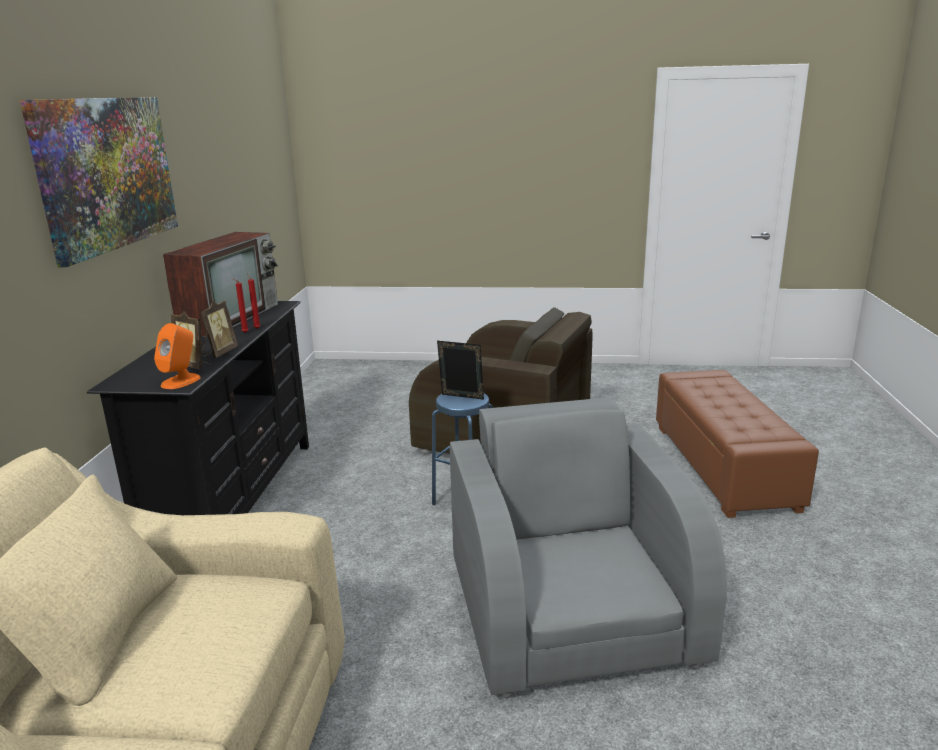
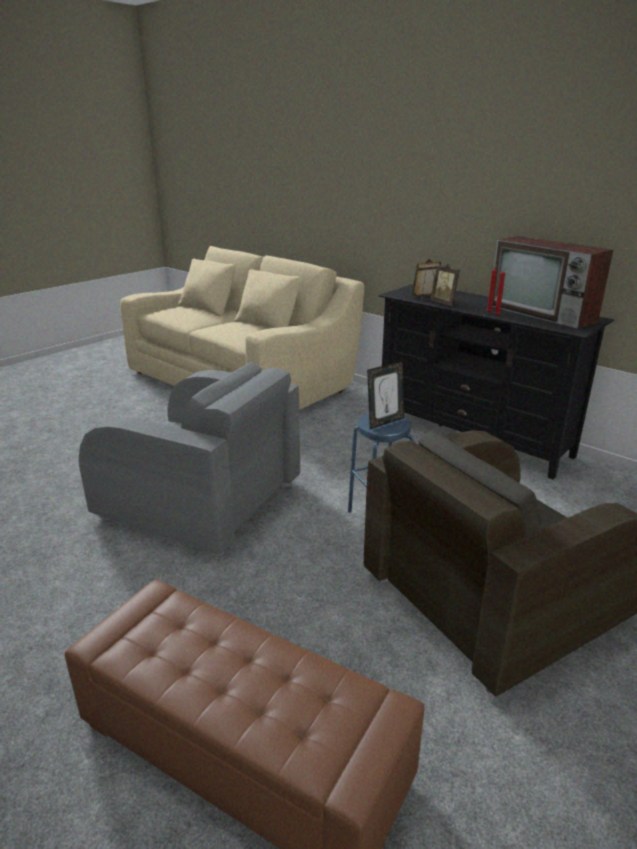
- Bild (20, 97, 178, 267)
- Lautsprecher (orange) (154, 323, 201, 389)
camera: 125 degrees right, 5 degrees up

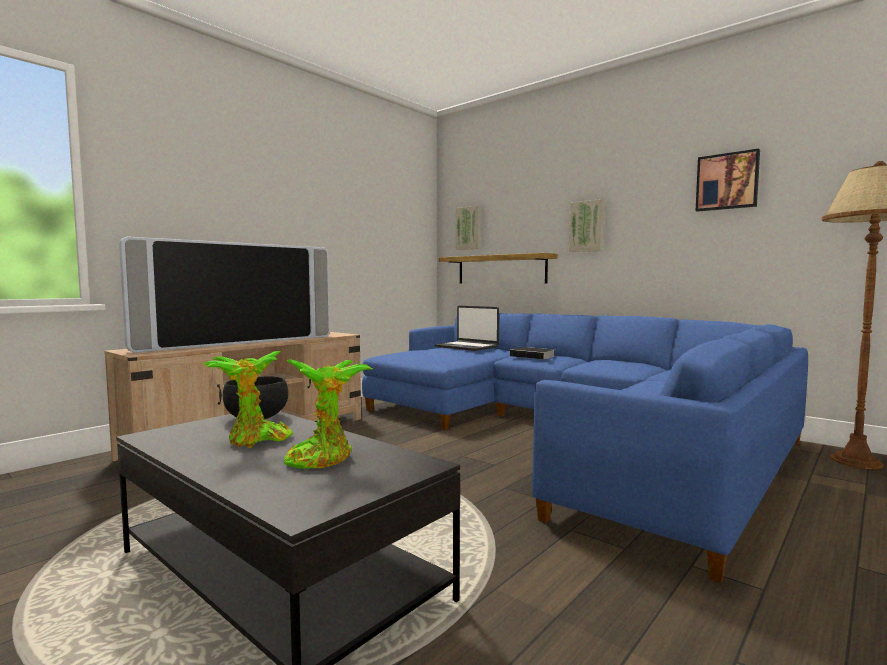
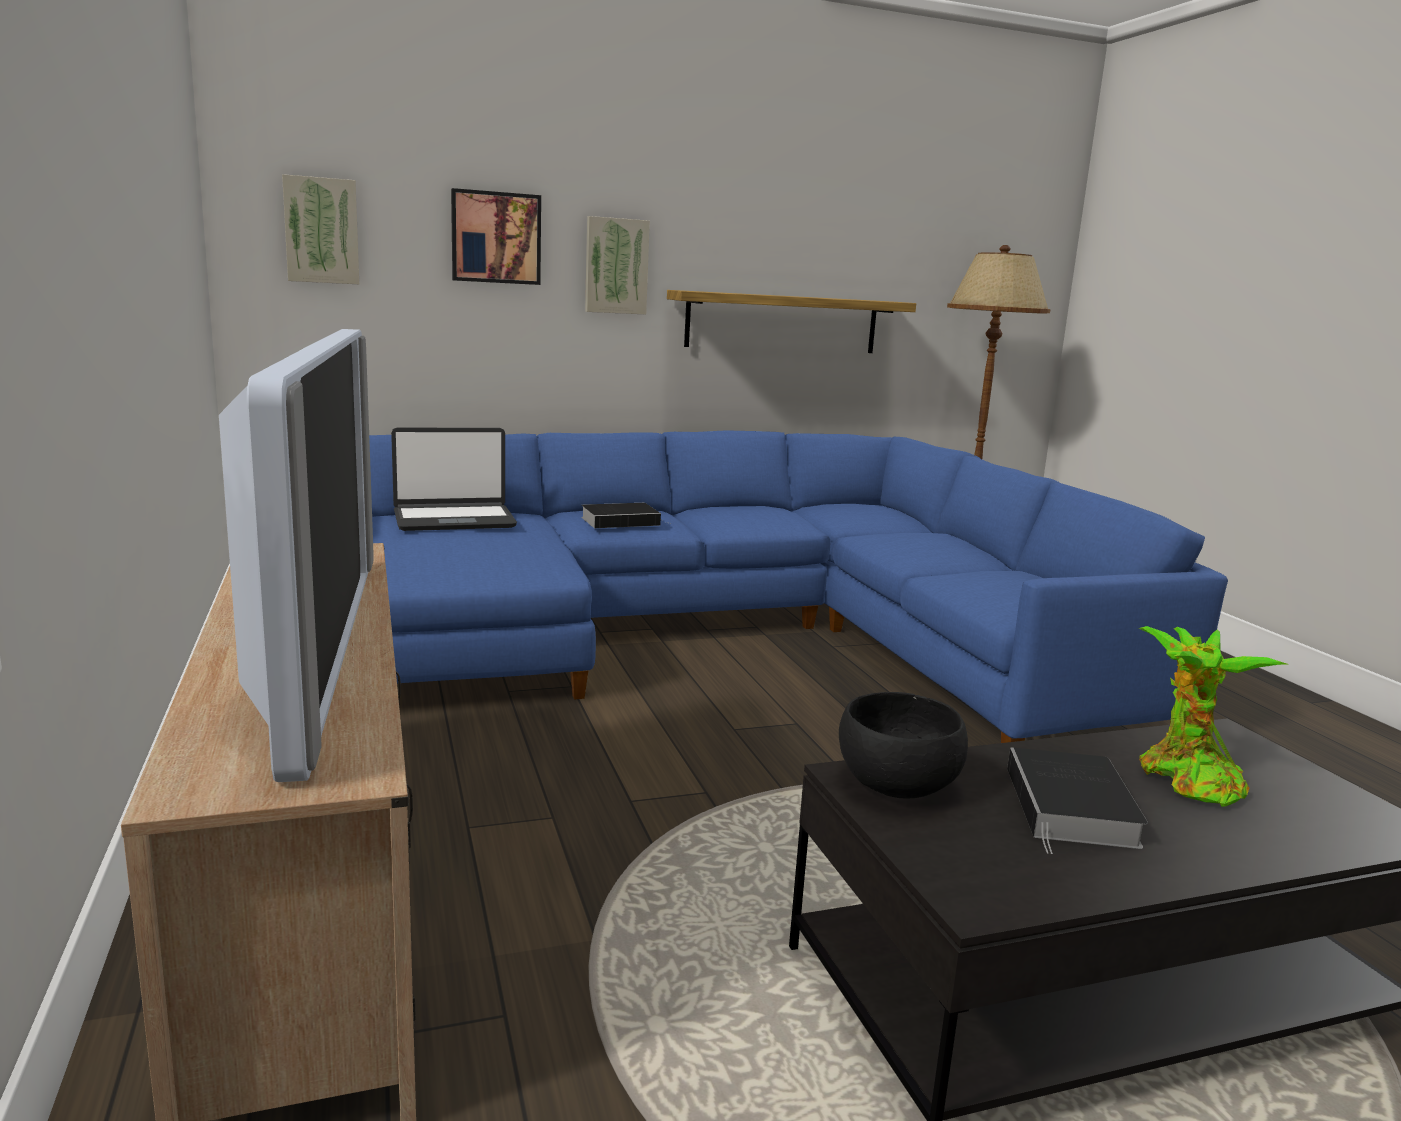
~ Topfpflanze (202, 351, 293, 448) to Buch (1007, 748, 1148, 854)
~ Wandregal (439, 253, 558, 283) to (667, 290, 916, 353)
~ Bild (696, 149, 760, 212) to (451, 188, 541, 285)
camera: 60 degrees left, 10 degrees up

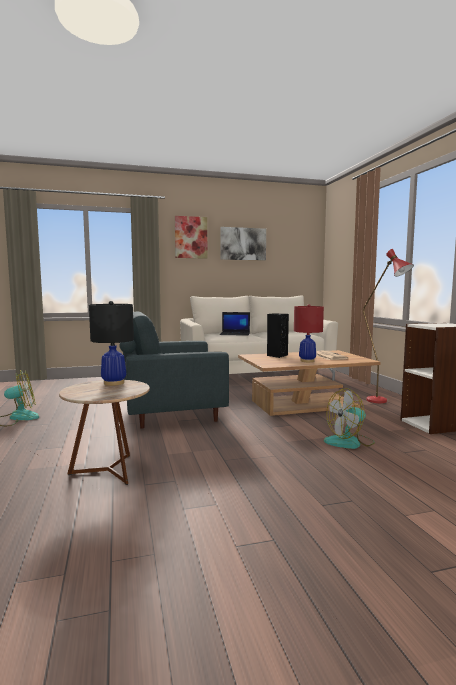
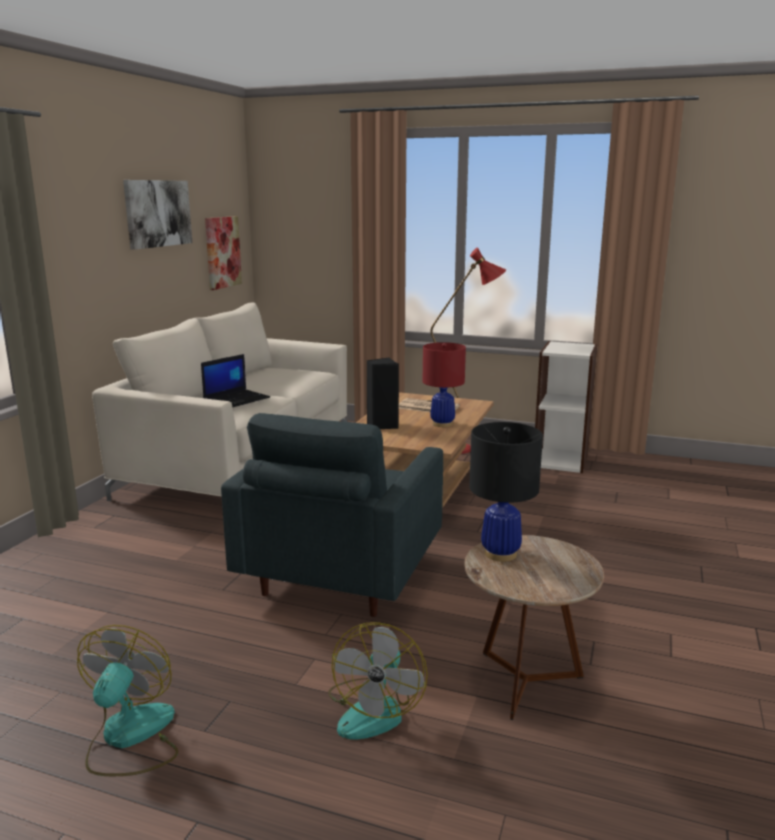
~ Bild (175, 216, 207, 259) to (205, 216, 242, 290)
~ Ventilator (324, 388, 375, 449) to (328, 622, 428, 740)
camera: 55 degrees left, 10 degrees up

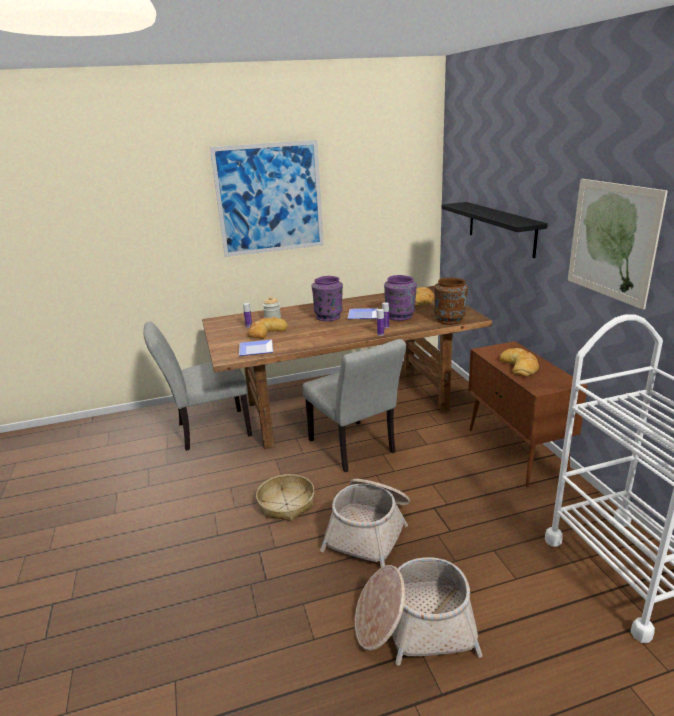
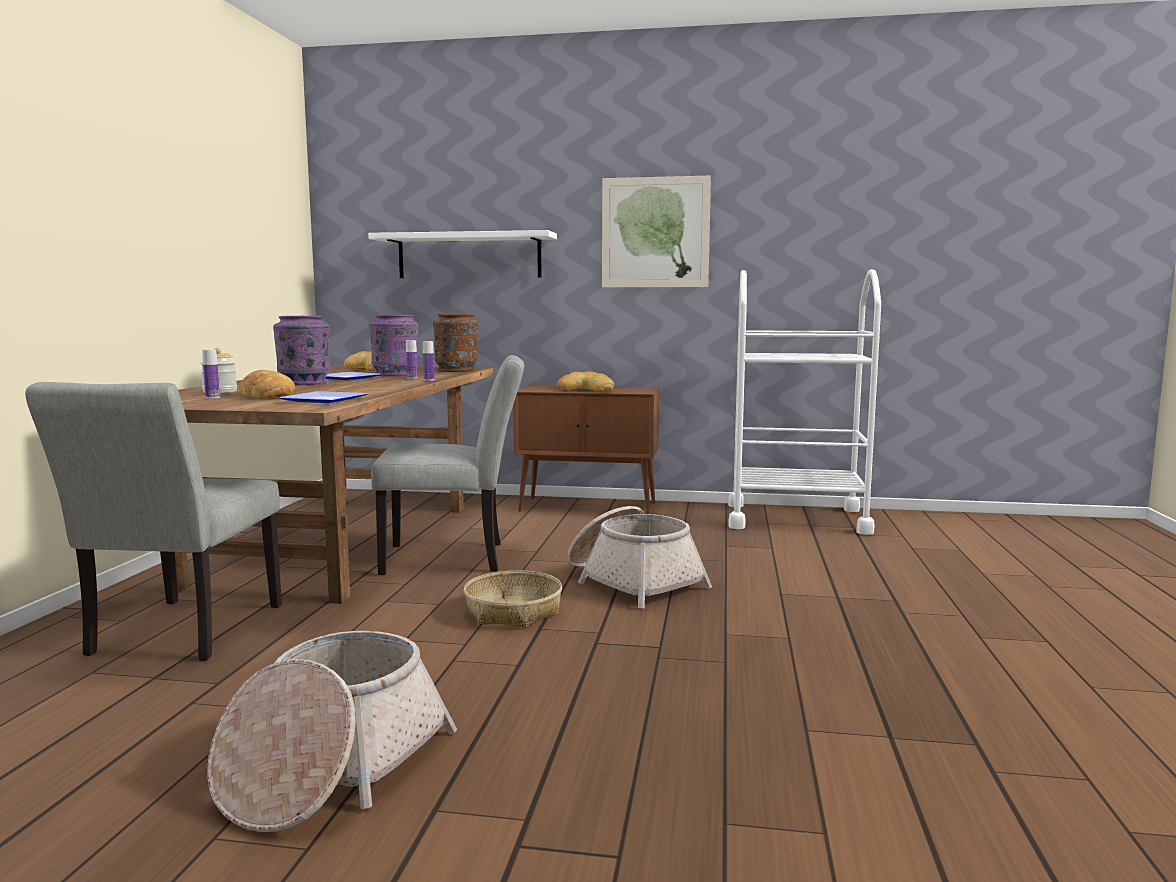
- Bild (210, 140, 324, 257)
~ Korb (355, 557, 483, 666) to (207, 631, 457, 832)
~ Wandregal (schwarz) (441, 202, 548, 258) to Wandregal (weiß) (368, 230, 557, 278)
camera: 65 degrees left, 15 degrees down

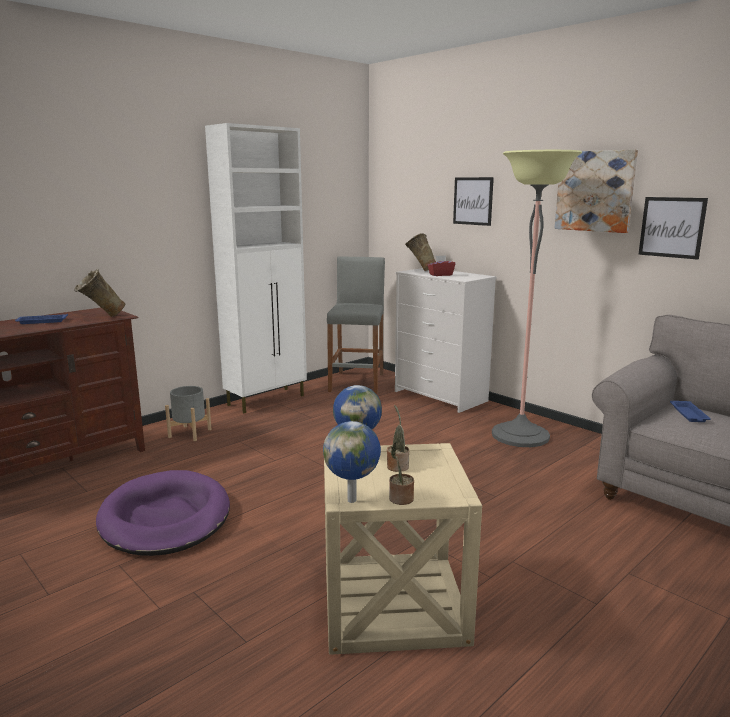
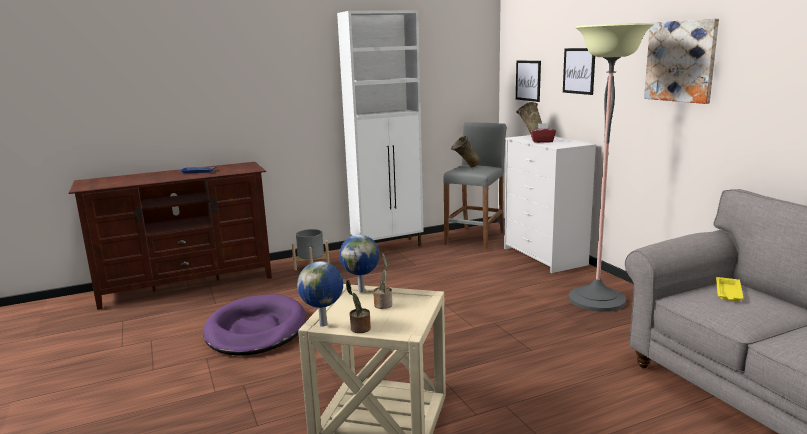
~ Vase (beige) (74, 269, 125, 317) to (451, 136, 481, 167)
~ Bild (638, 197, 708, 260) to (516, 60, 541, 102)
~ Tablett (blau) (670, 401, 711, 422) to Tablett (gelb) (716, 277, 743, 301)
camera: 20 degrees right, 0 degrees up

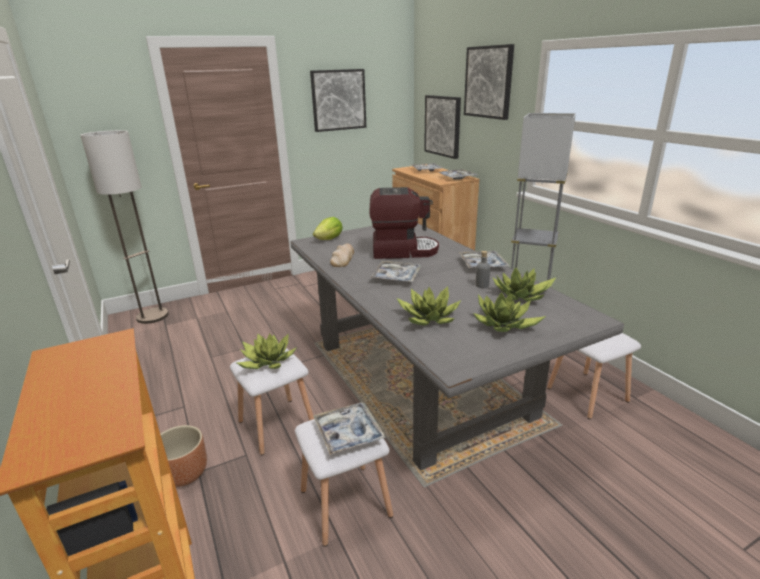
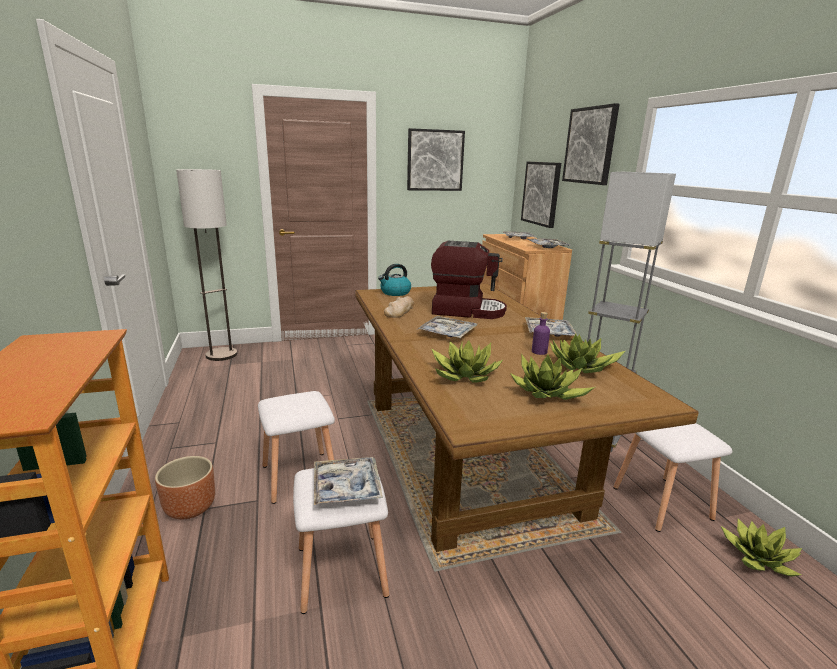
~ Topfpflanze (237, 333, 297, 369) to (721, 519, 802, 576)
~ Esstisch (grau) (290, 223, 624, 470) to Esstisch (braun) (355, 284, 699, 552)
~ Salatkopf (313, 217, 343, 240) to Wasserkessel (378, 264, 411, 296)
~ Flasche (grau) (475, 251, 490, 288) to Flasche (lila) (532, 312, 550, 355)
camera: 10 degrees right, 5 degrees down

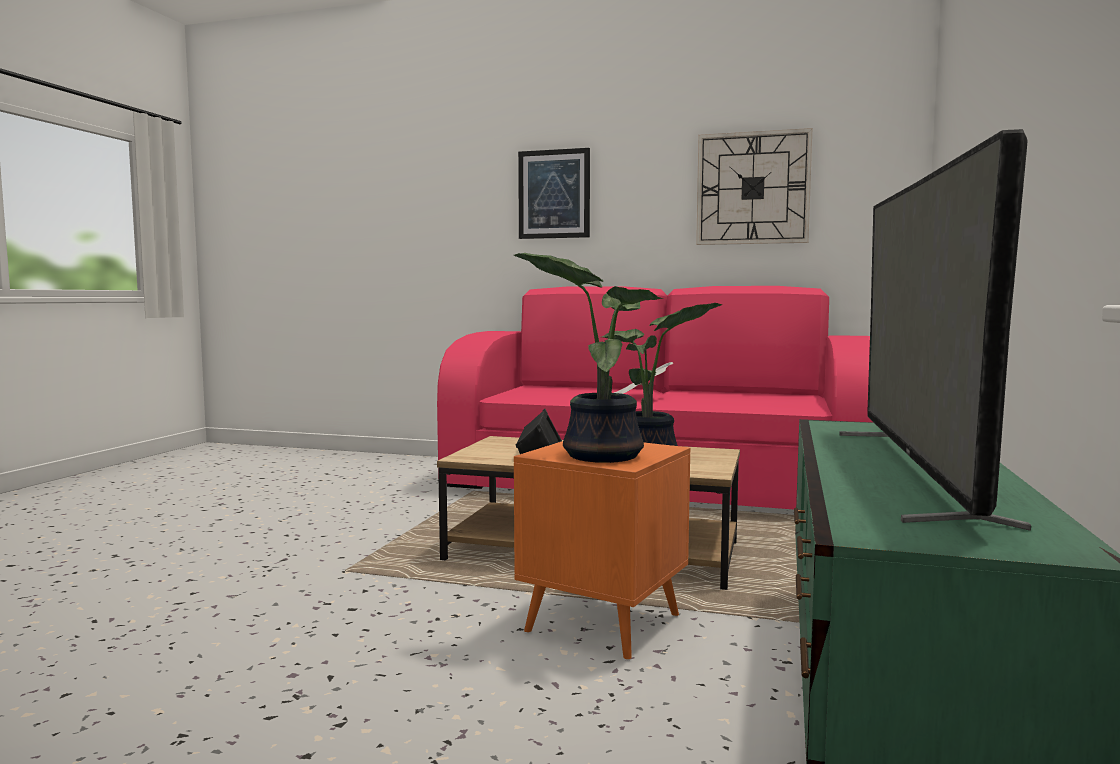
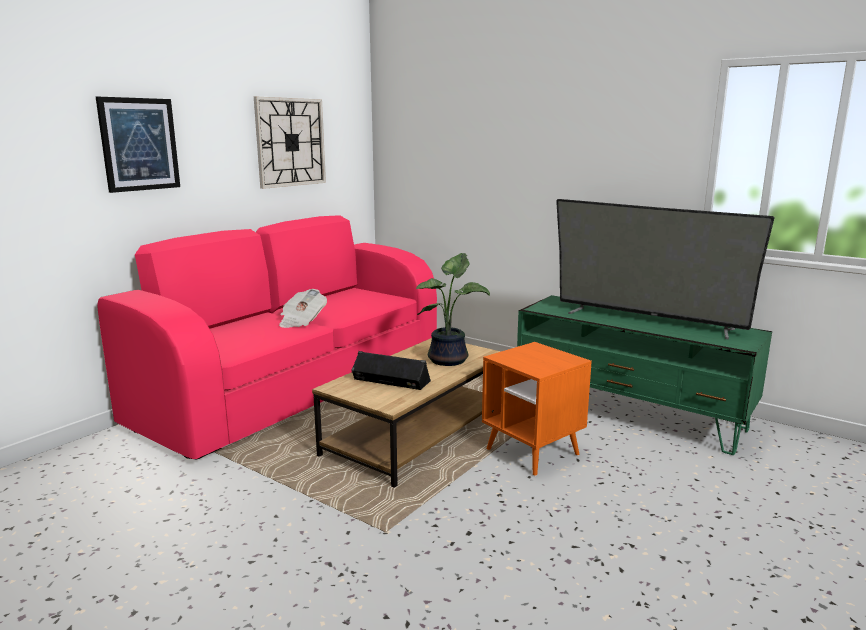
- Topfpflanze (514, 253, 663, 463)
camera: 70 degrees left, 10 degrees up

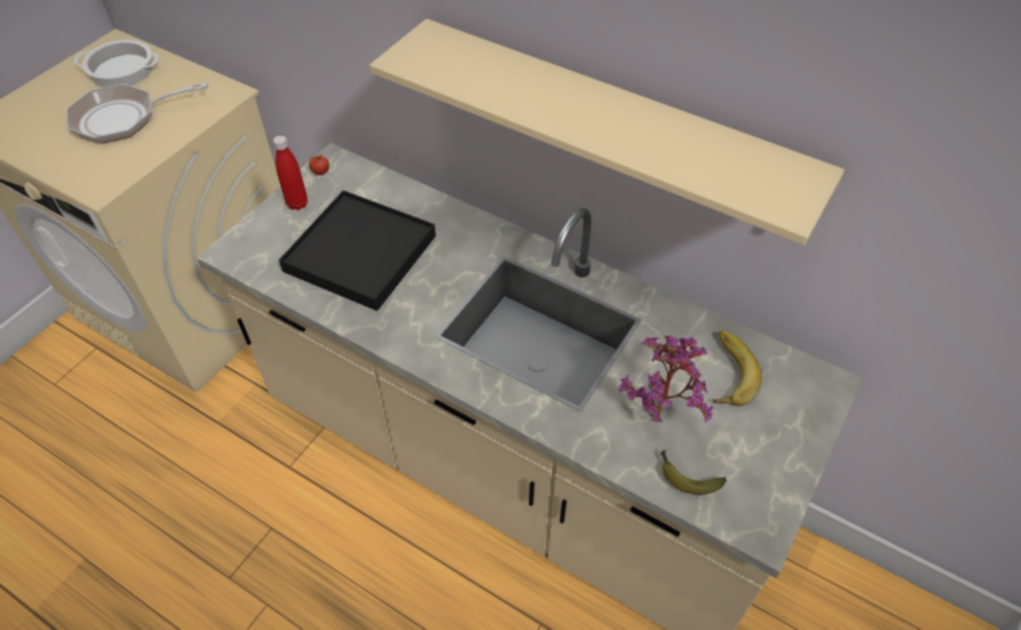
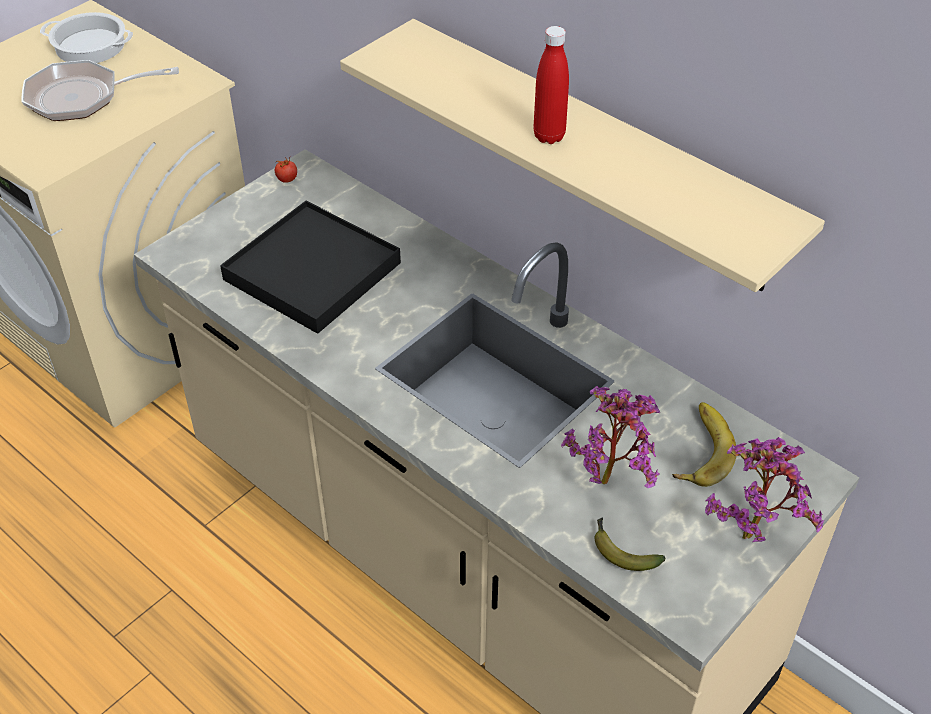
~ Flasche (rot) (273, 135, 308, 210) to (534, 26, 569, 144)
+ Topfpflanze (705, 437, 824, 542)
camera: 10 degrees right, 5 degrees down

